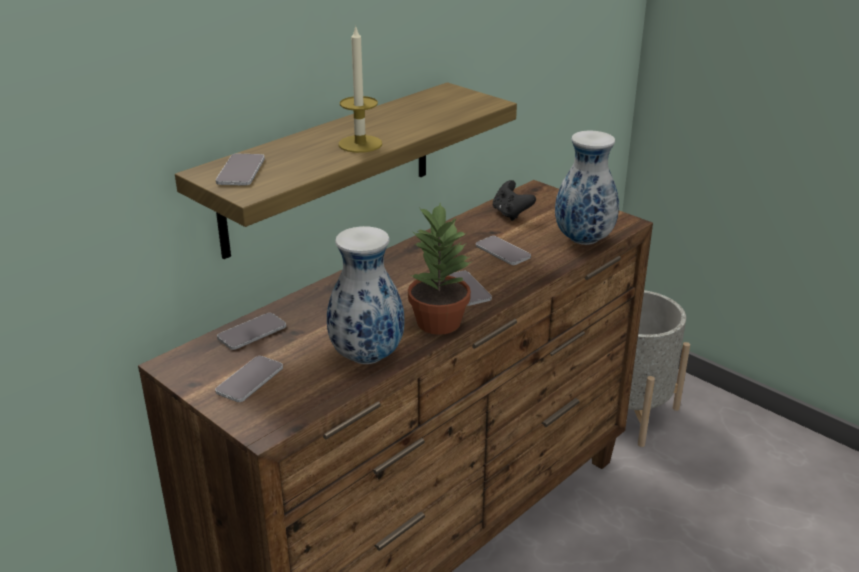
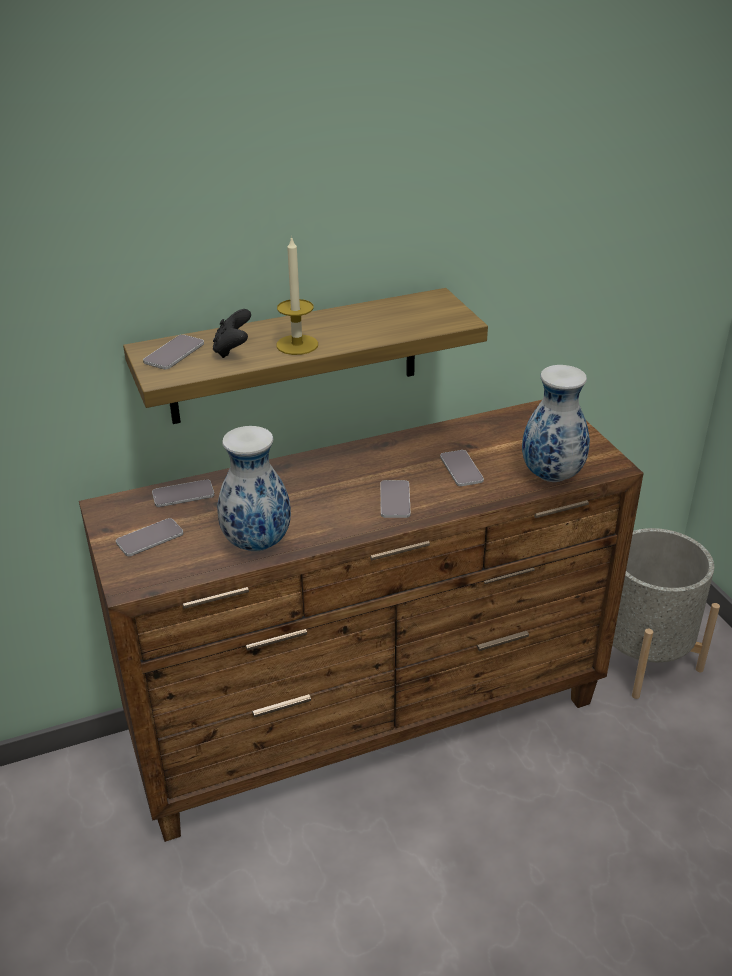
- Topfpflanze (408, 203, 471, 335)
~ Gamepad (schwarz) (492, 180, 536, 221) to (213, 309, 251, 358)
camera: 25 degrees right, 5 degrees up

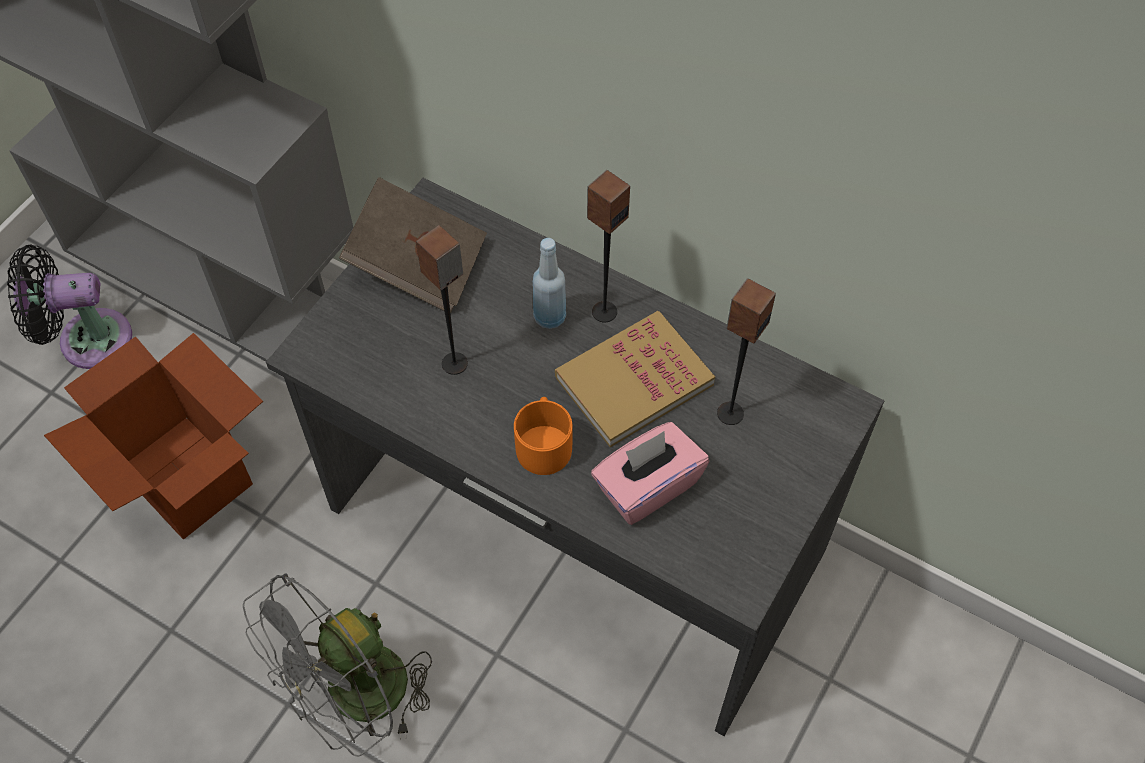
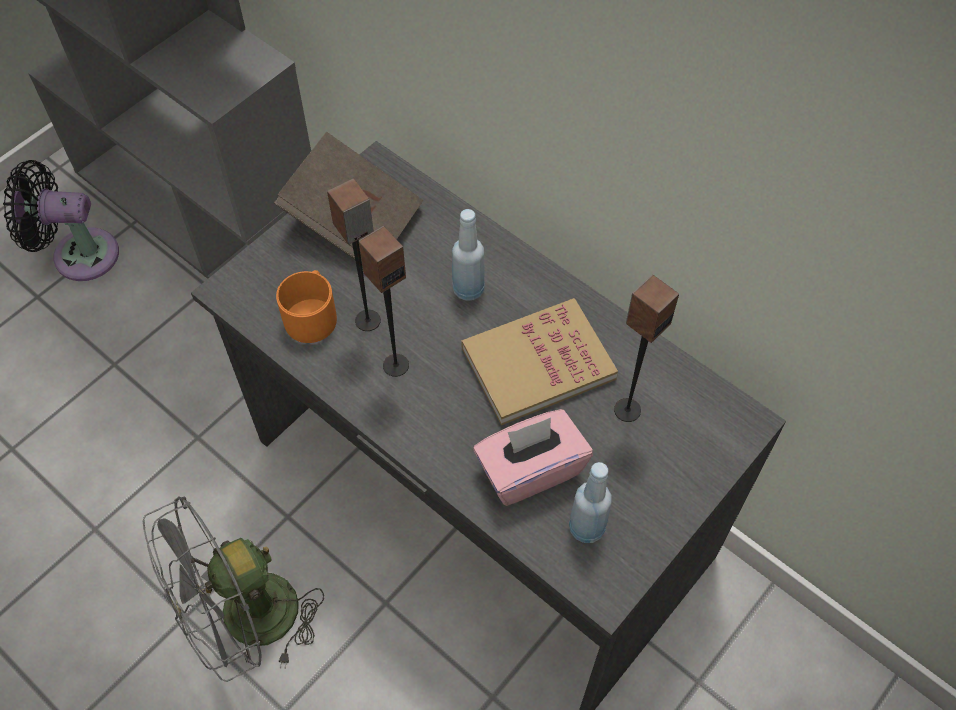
- Karton (44, 333, 263, 540)
~ Henkelbecher (orange) (514, 397, 572, 475) to (276, 270, 337, 343)
~ Lautsprecher (587, 170, 630, 322) to (358, 226, 409, 377)
+ Flasche (blau) (569, 462, 612, 543)
camera: 10 degrees right, 0 degrees up

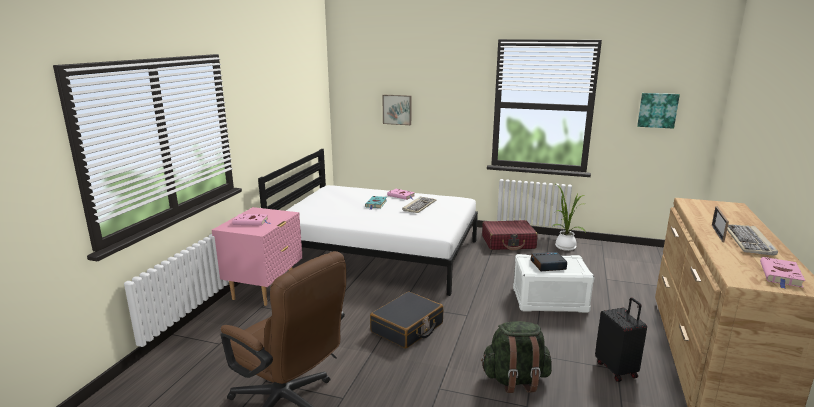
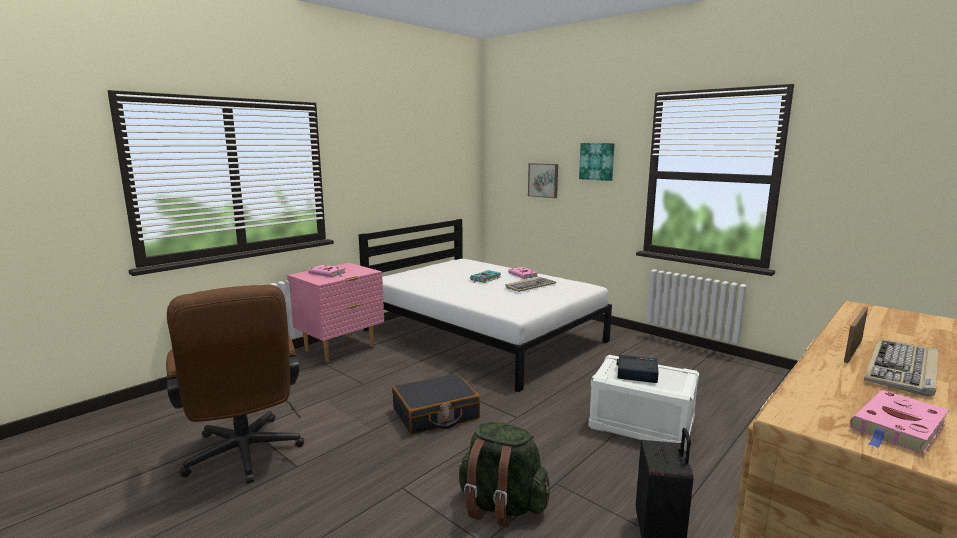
- Koffer (rot) (482, 220, 538, 250)
- Topfpflanze (553, 183, 586, 251)
~ Bild (637, 93, 680, 129) to (579, 143, 615, 181)
camera: 25 degrees right, 5 degrees down

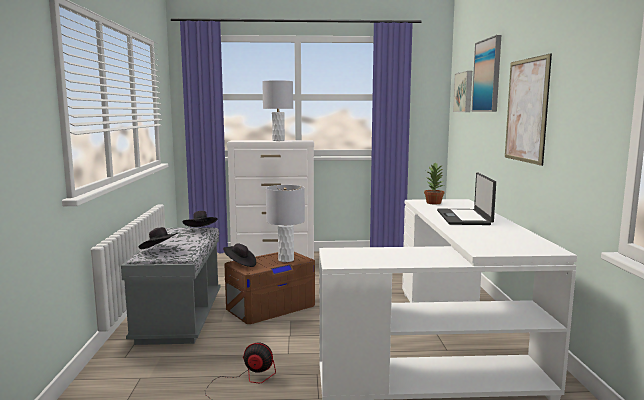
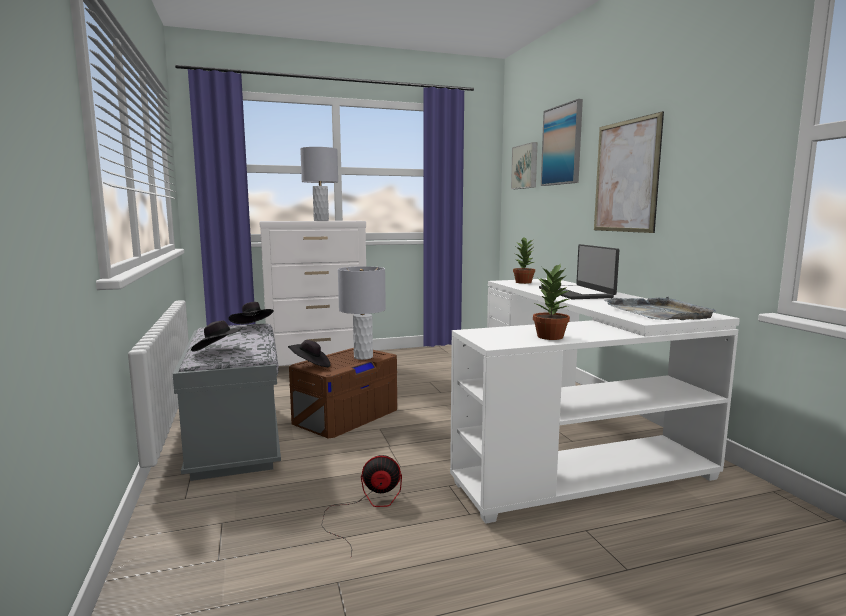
+ Topfpflanze (533, 263, 570, 340)
+ Tablett (grau) (604, 296, 715, 320)
camera: 15 degrees left, 0 degrees up

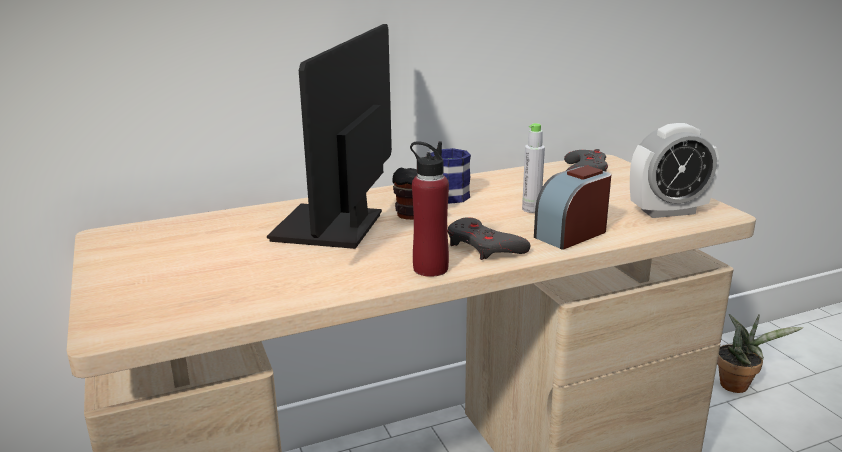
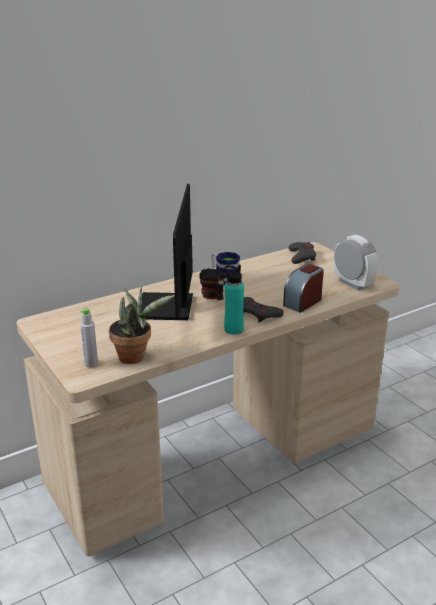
~ Flasche (rot) (410, 141, 449, 277) to Flasche (türkis) (224, 265, 244, 335)
~ Flasche (grau) (522, 123, 545, 213) to (80, 308, 98, 367)
~ Wecker (630, 123, 719, 218) = (334, 235, 378, 290) 105 degrees counterclockwise
~ Topfpflanze (717, 314, 803, 393) to (109, 286, 175, 364)
camera: 10 degrees left, 5 degrees up

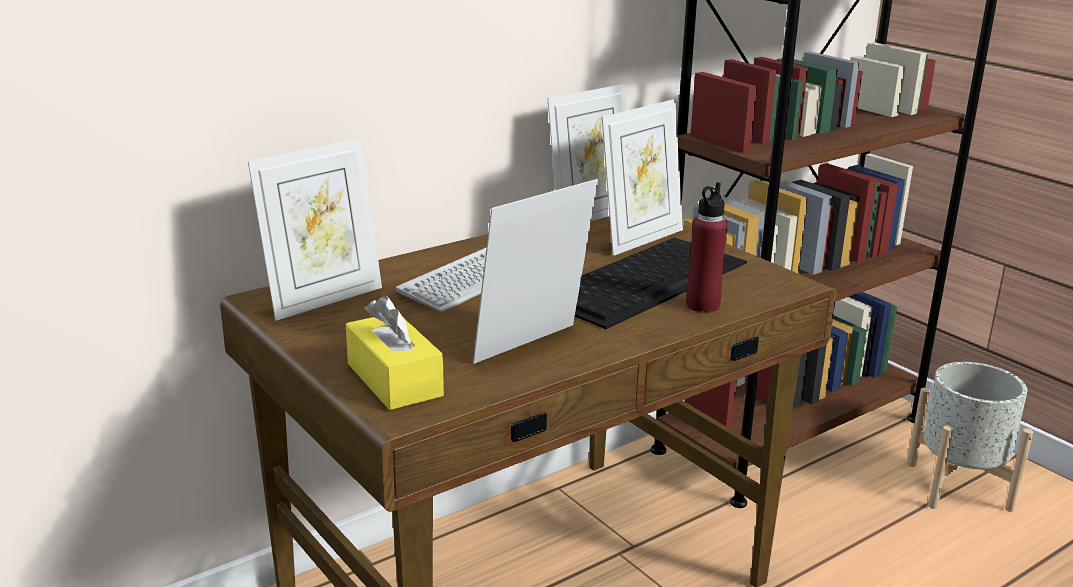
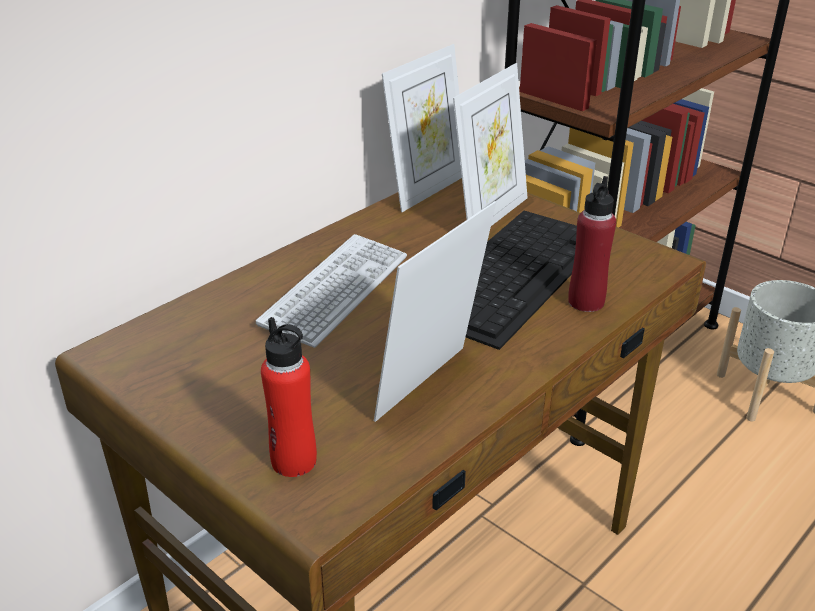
- Bilderrahmen (248, 138, 382, 321)
~ Taschentuchbox (gelb) (346, 295, 444, 410) to Flasche (rot) (261, 317, 317, 477)
camera: 10 degrees left, 10 degrees up

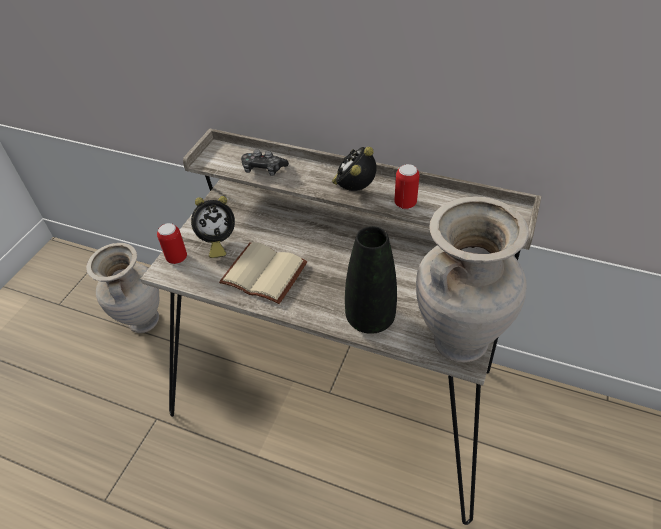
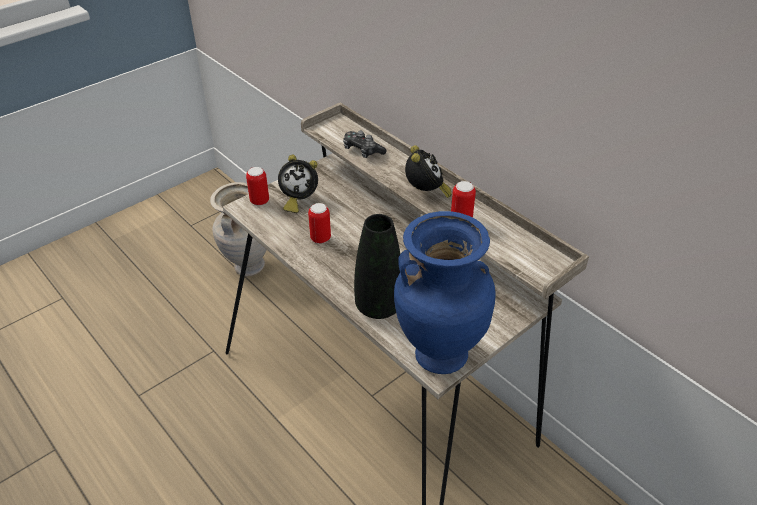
~ Buch (beige) (219, 242, 308, 304) to Dose (308, 203, 331, 244)
~ Wecker (332, 147, 376, 191) = (405, 145, 452, 198) 120 degrees clockwise
~ Vase (beige) (416, 197, 529, 363) to Vase (blau) (394, 211, 495, 374)
camera: 25 degrees right, 5 degrees down

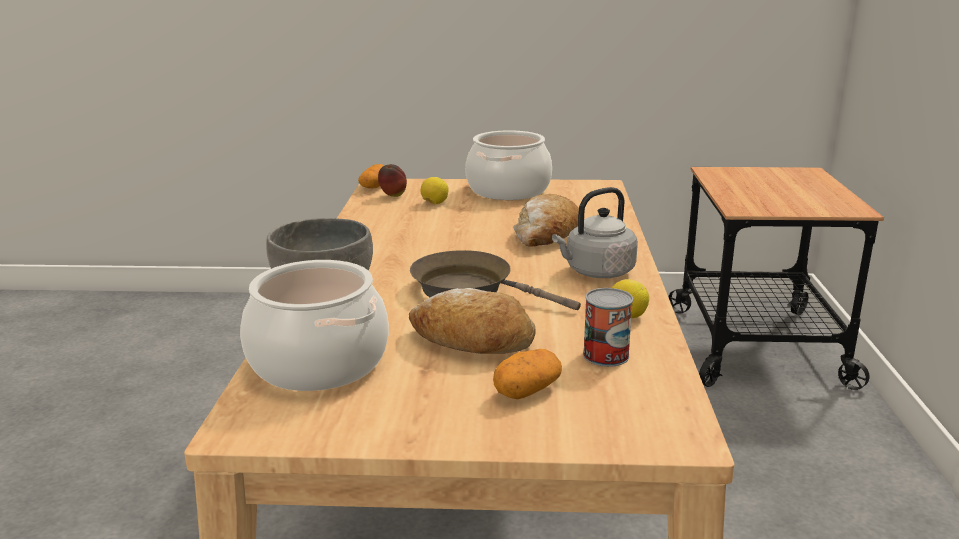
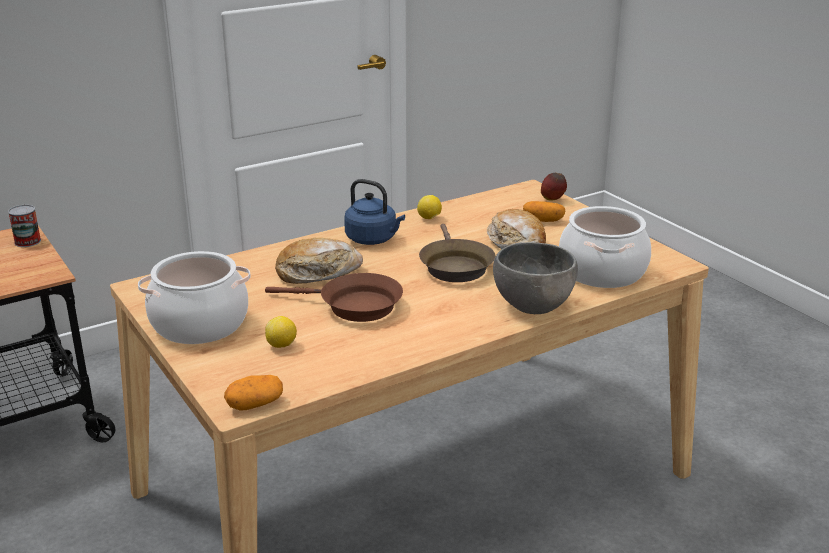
~ Apfel (378, 164, 407, 197) to (541, 173, 567, 201)
~ Wasserkessel (grau) (552, 187, 638, 278) to Wasserkessel (blau) (344, 179, 405, 245)
~ Dose (583, 288, 633, 367) to (8, 205, 41, 247)
+ Pfanne (braun) (265, 273, 403, 322)
camera: 125 degrees left, 5 degrees up

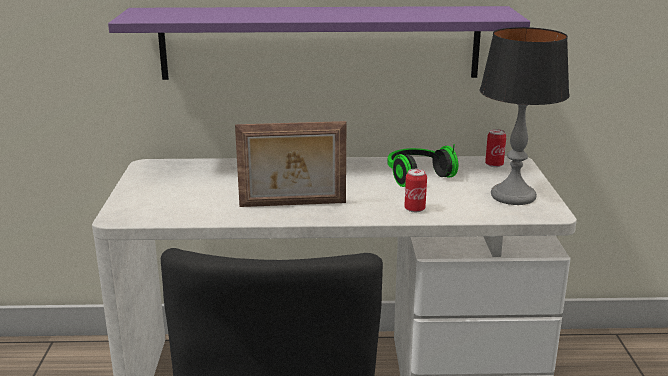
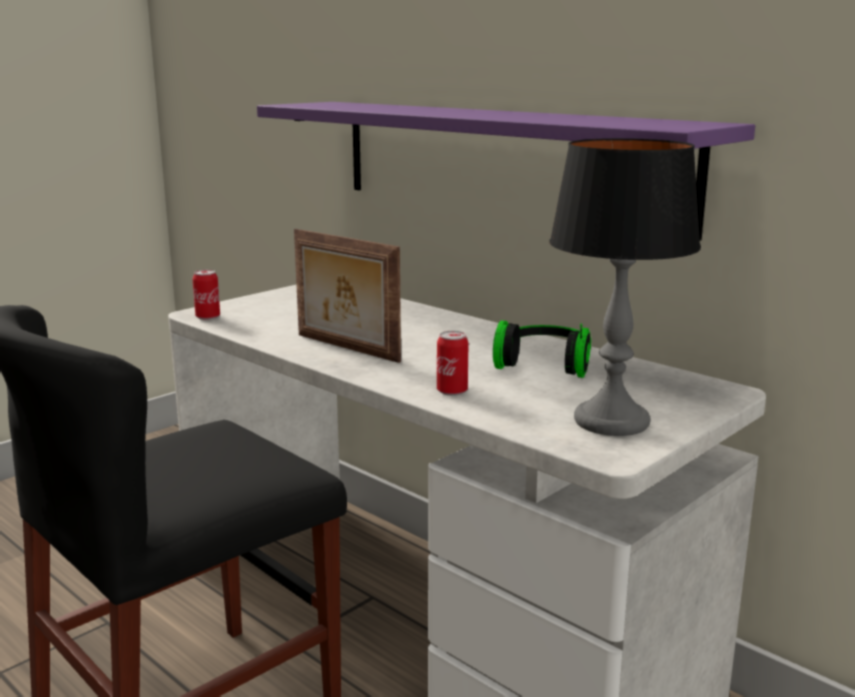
~ Dose (485, 129, 506, 167) to (193, 270, 220, 320)
camera: 45 degrees right, 5 degrees down

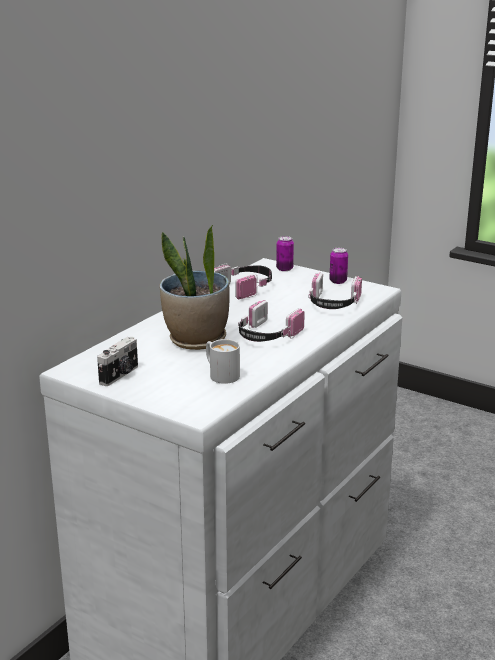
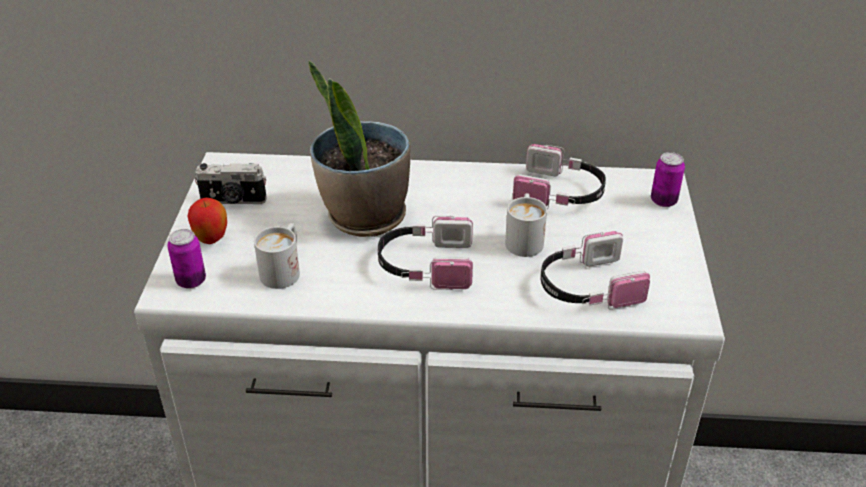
~ Dose (329, 248, 348, 284) to (167, 229, 206, 289)
+ Apfel (187, 198, 227, 244)
+ Henkelbecher (weiß) (505, 193, 547, 257)
camera: 60 degrees right, 15 degrees up

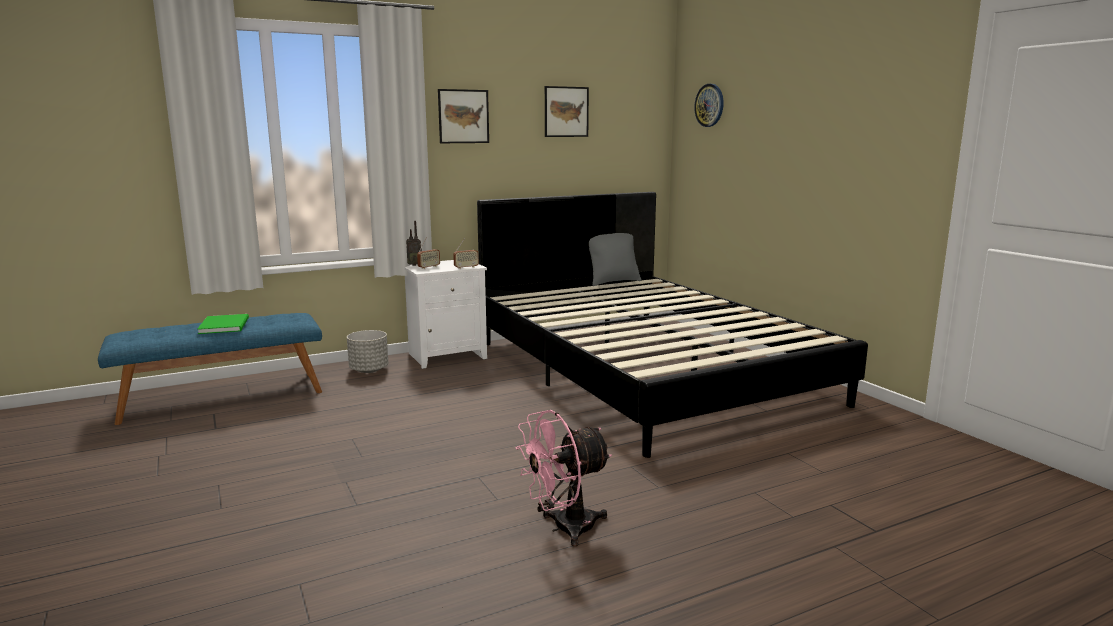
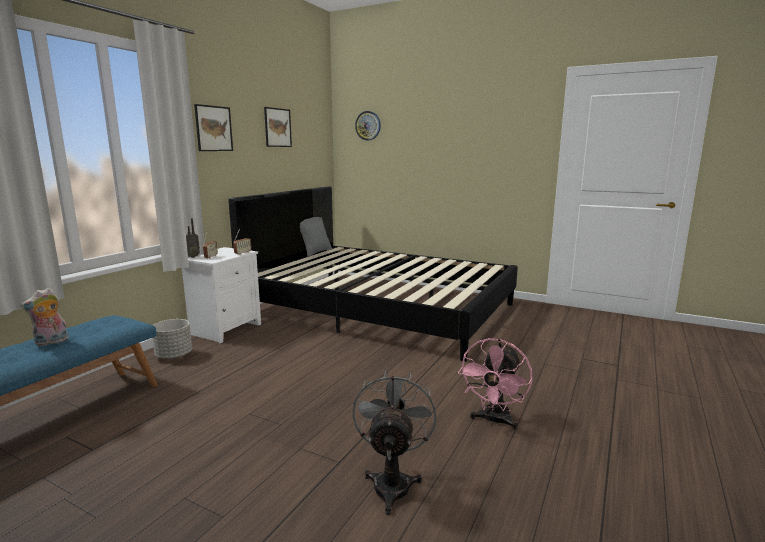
~ Buch (grün) (197, 314, 249, 334) to Plüschtier (20, 288, 69, 346)
+ Ventilator (grau) (352, 370, 436, 515)
camera: 35 degrees left, 0 degrees up

